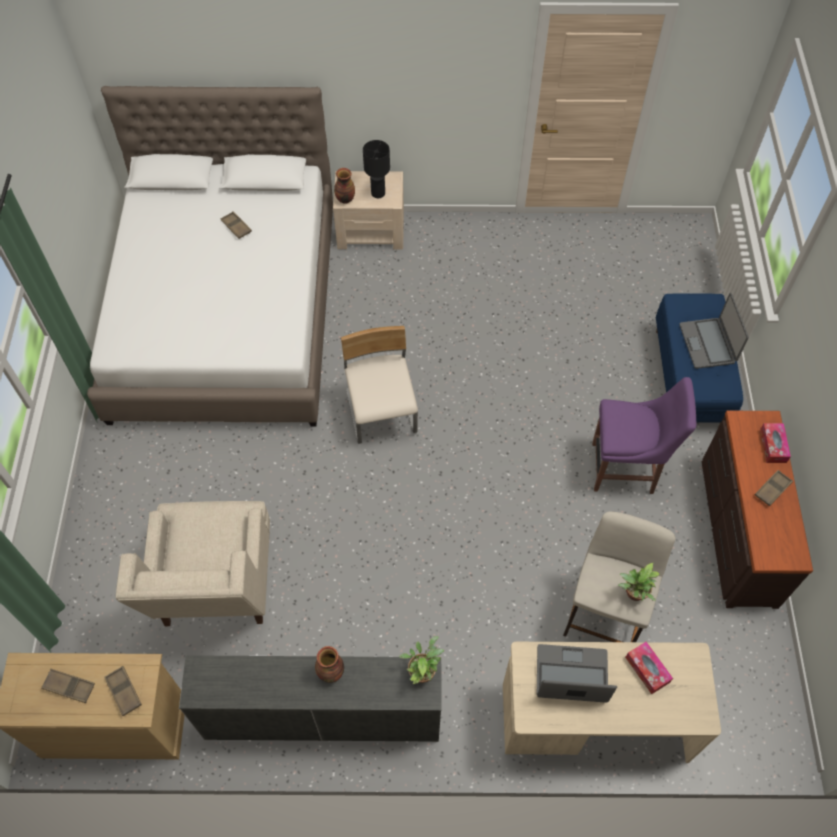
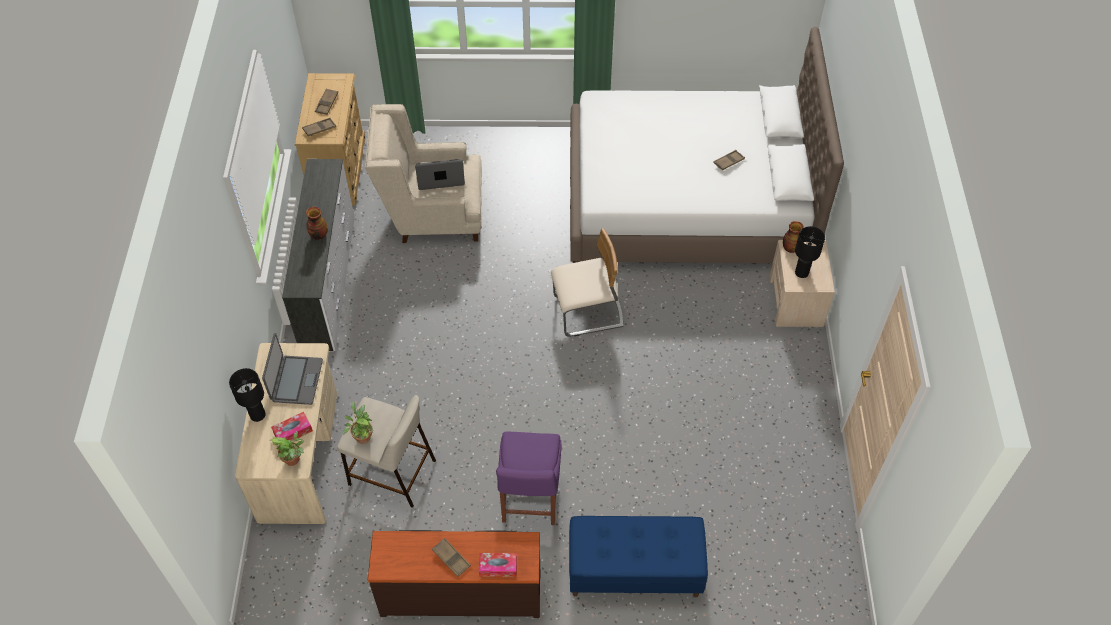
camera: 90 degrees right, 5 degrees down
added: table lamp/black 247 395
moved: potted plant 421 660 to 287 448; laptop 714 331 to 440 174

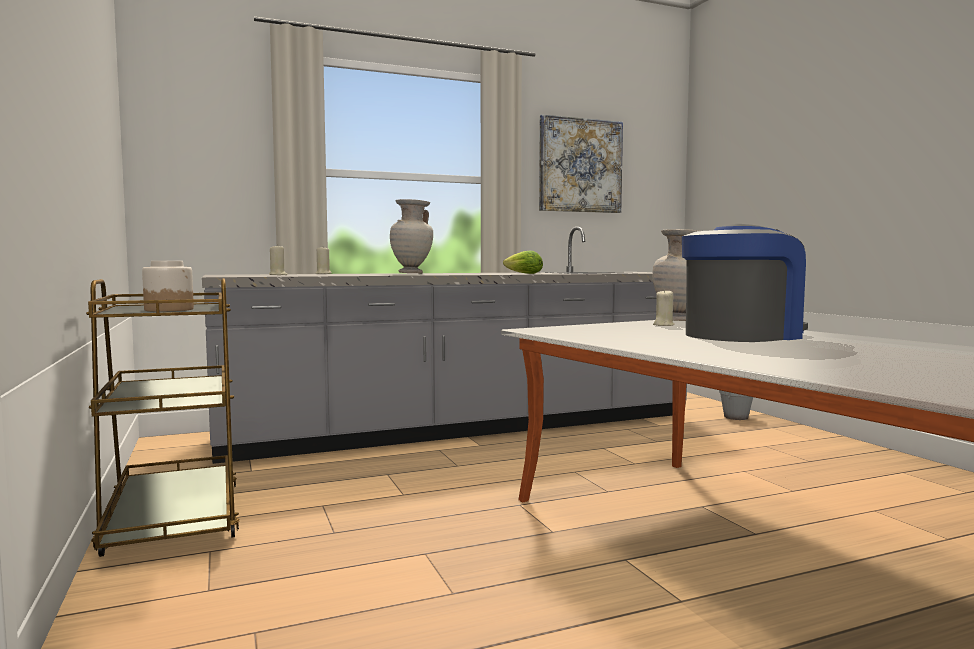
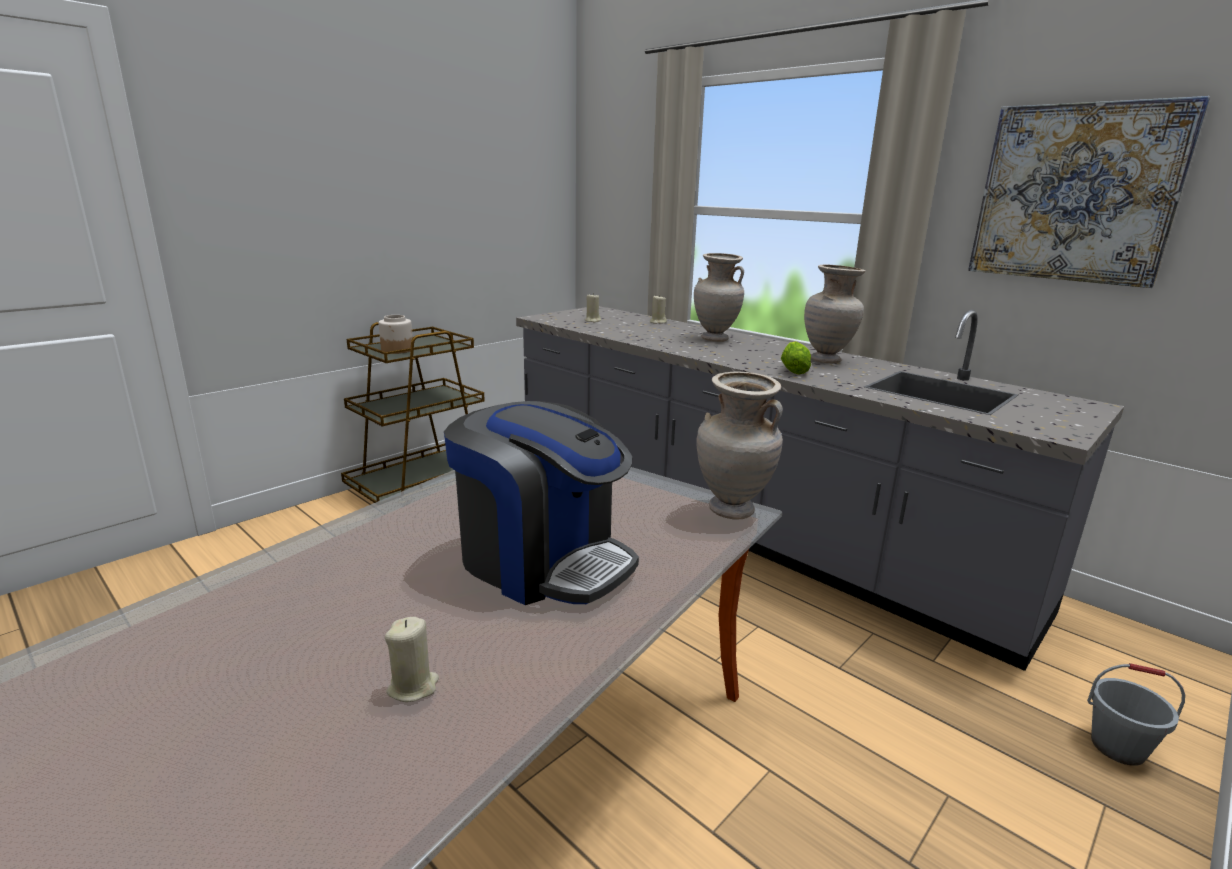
camera: 65 degrees right, 15 degrees up
added: vase/beige 835 314
moved: candle/beige 664 307 to 412 659

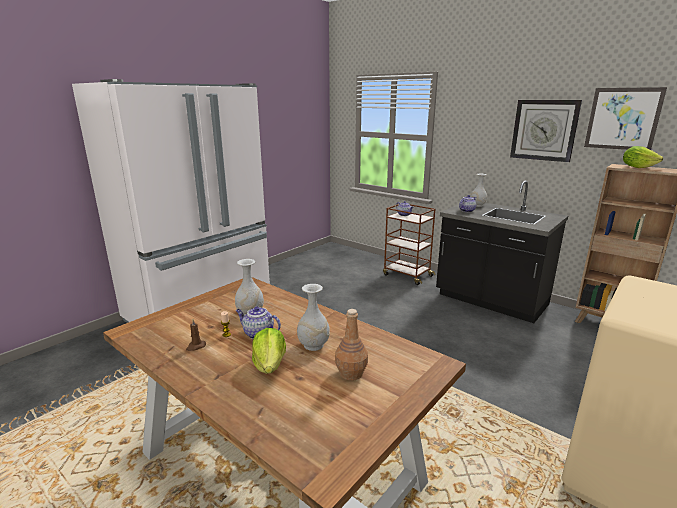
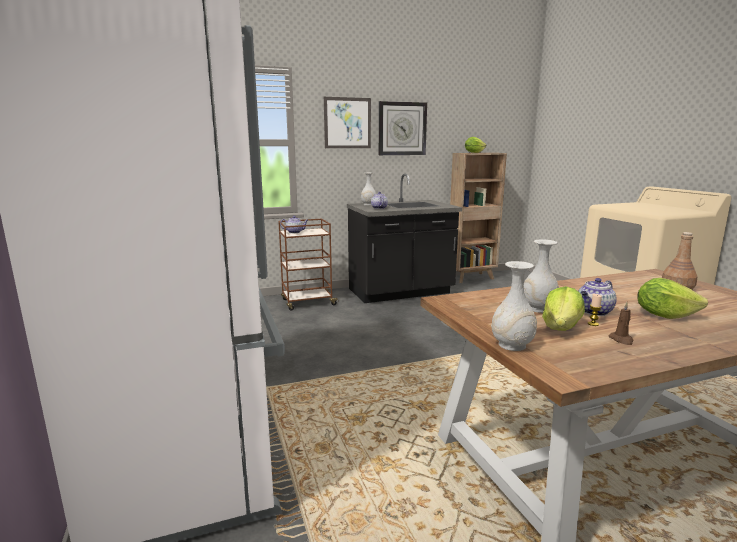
camera: 60 degrees left, 5 degrees down
added: lettuce 563 308
moved: vase/white 313 317 to 514 306; picture 625 118 to 347 122

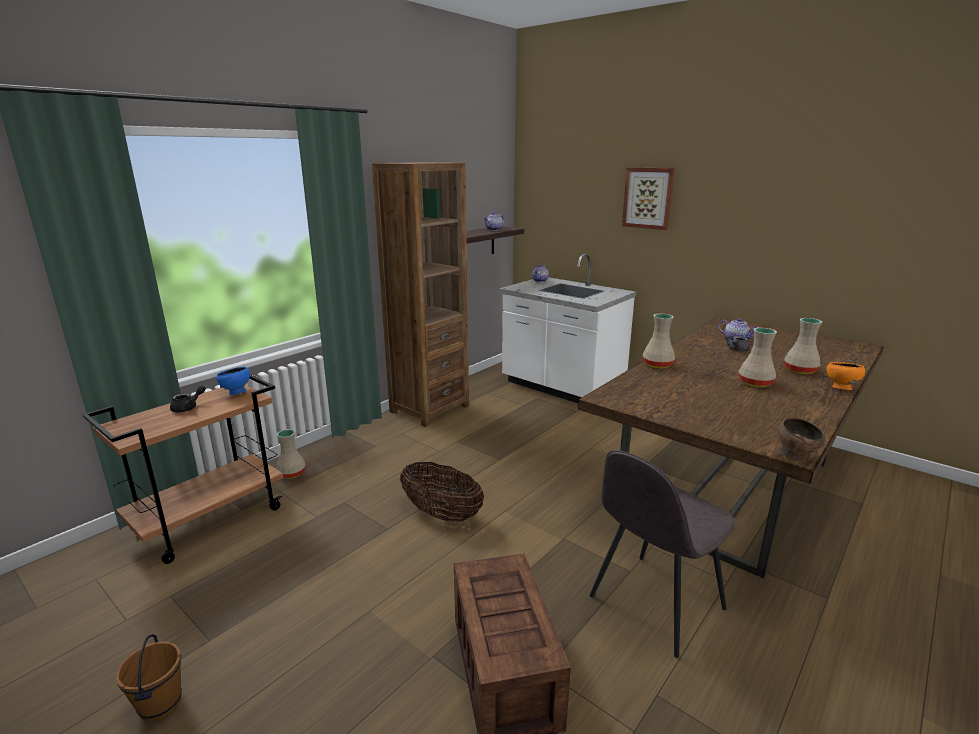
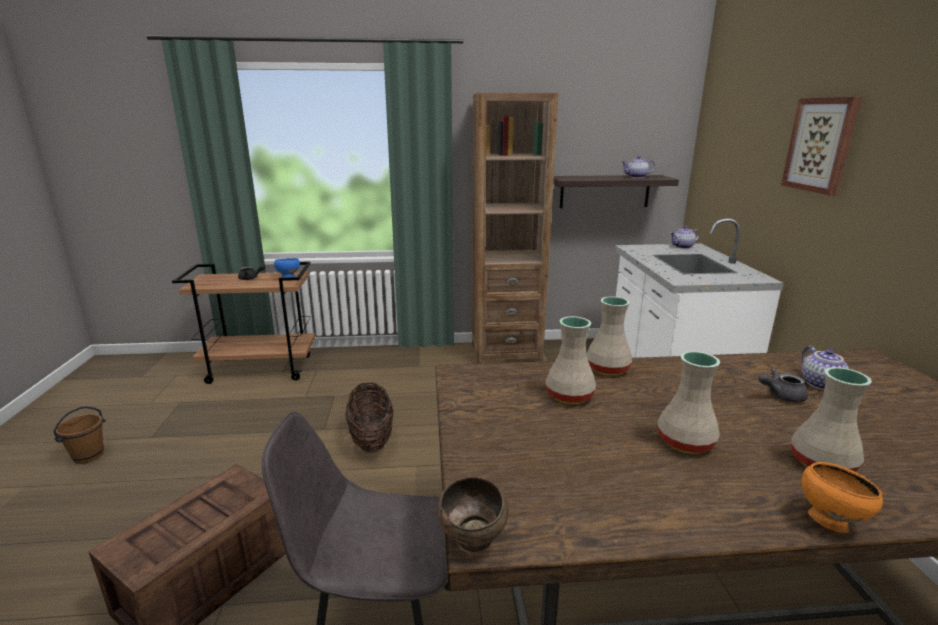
camera: 45 degrees right, 0 degrees up
moved: vase/beige 291 454 to 570 360

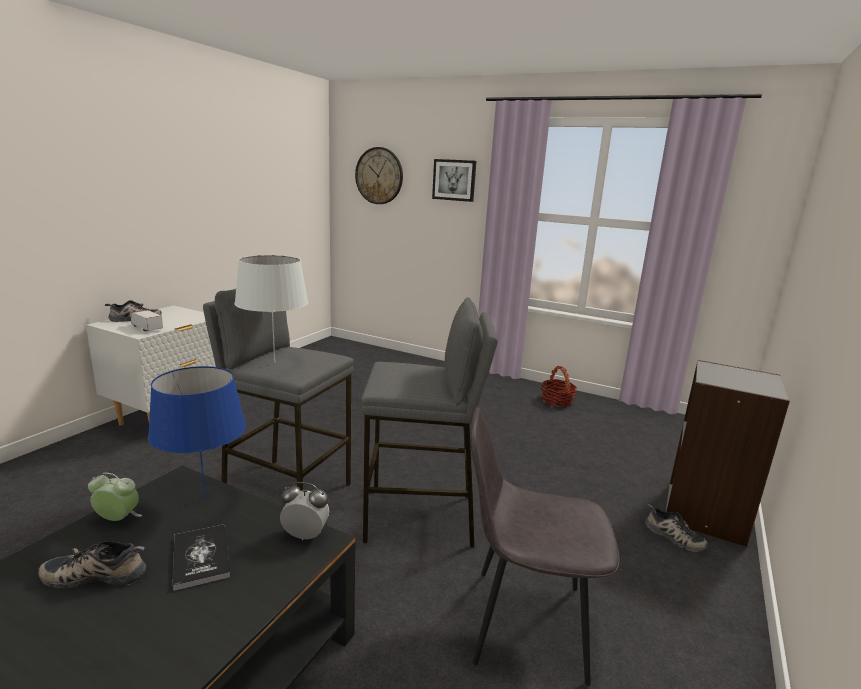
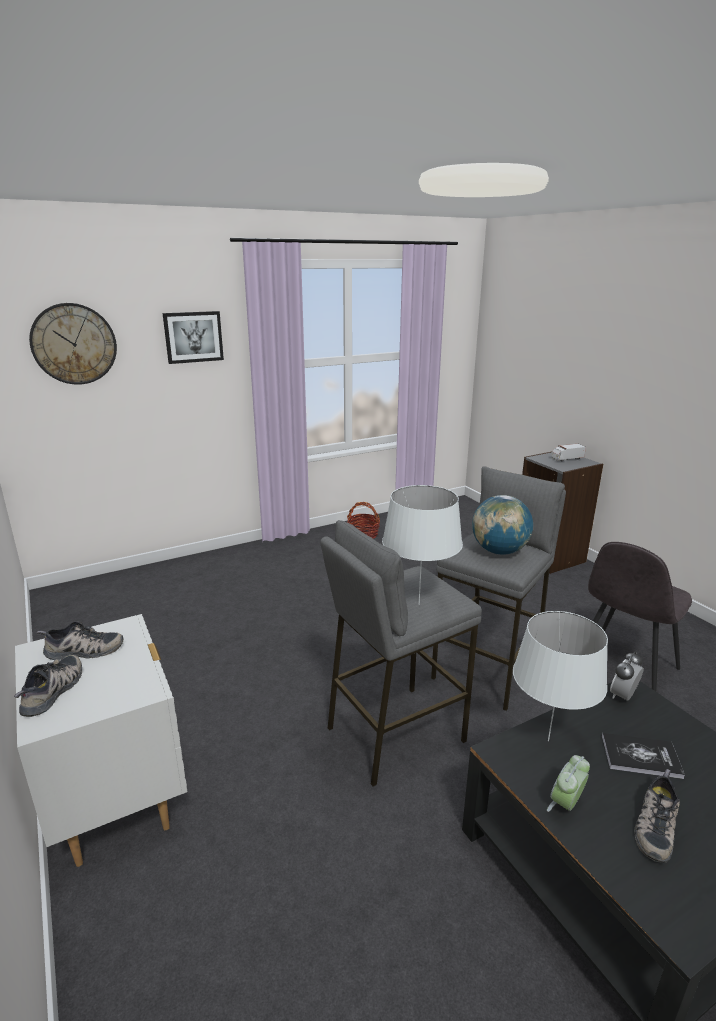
camera: 55 degrees left, 5 degrees up
added: globe 502 525
moved: toy truck 146 320 to 568 452; shoe 676 528 to 80 640
recoloured: table lamp/blue 197 433 to table lamp/white 560 676

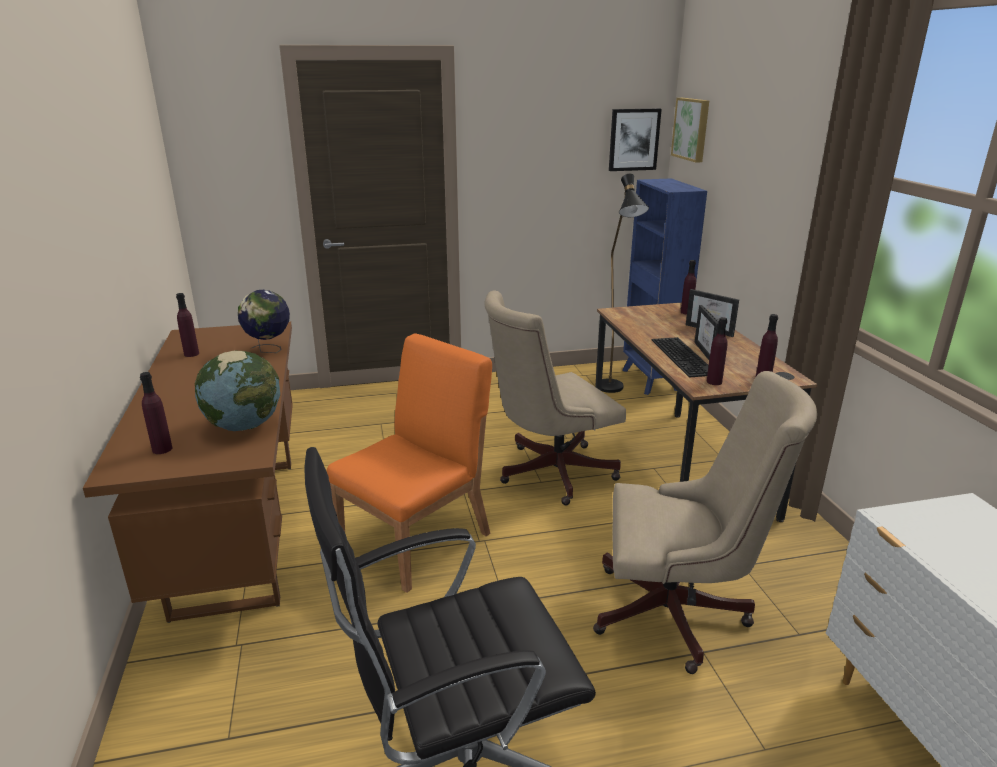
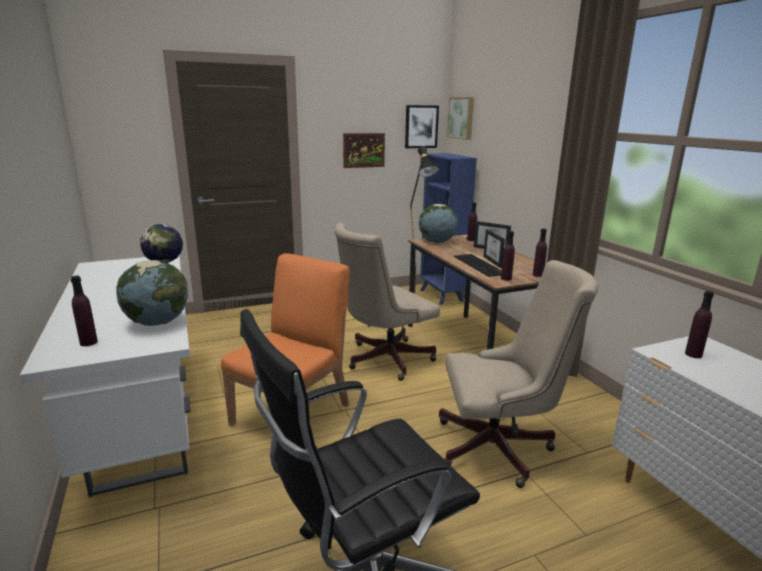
camera: 10 degrees left, 5 degrees down
added: picture 364 150; globe 438 223
moved: bottle/purple 187 325 to 699 324
recoloured: desk/brown 188 472 to desk/white 105 376

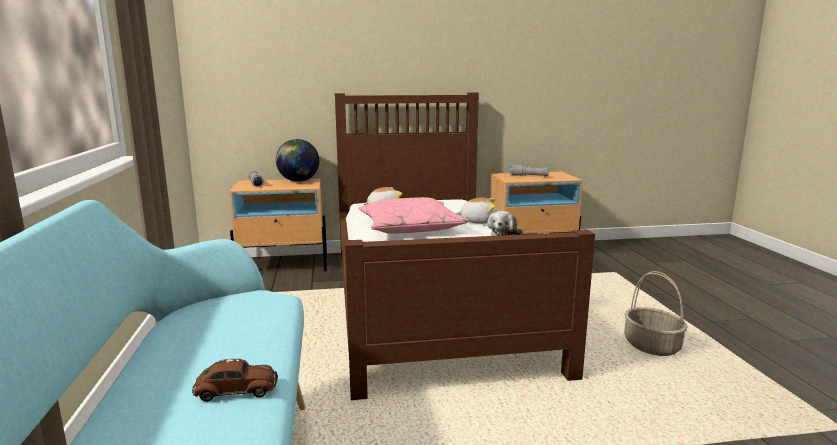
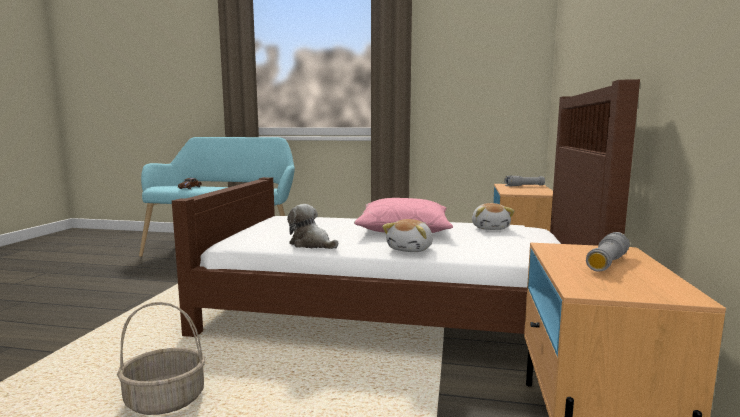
camera: 110 degrees right, 5 degrees down
removed: globe 297 160

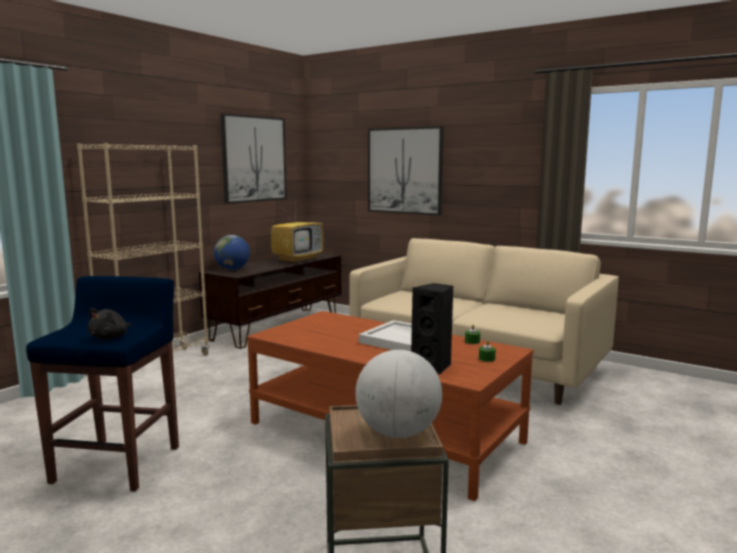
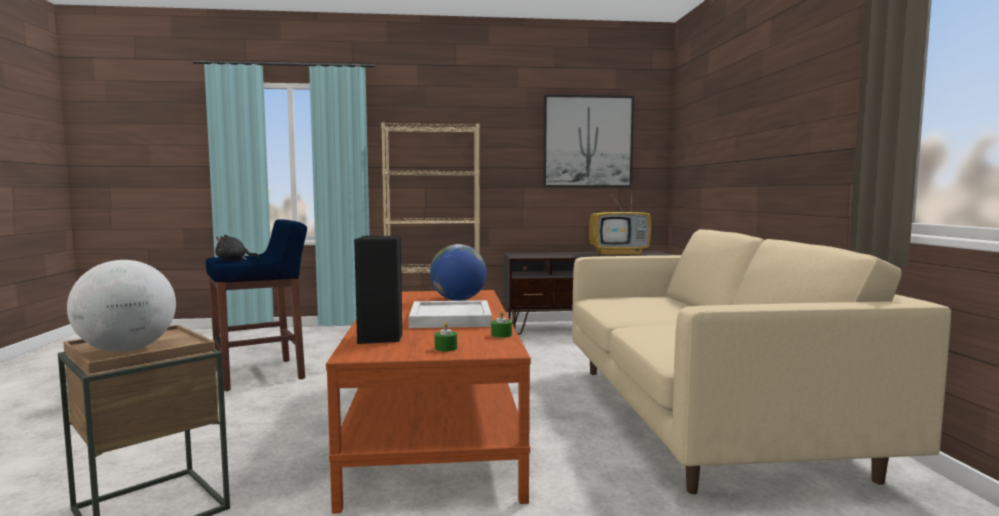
camera: 50 degrees right, 5 degrees down
removed: picture 406 171
moved: globe 232 252 to 458 272

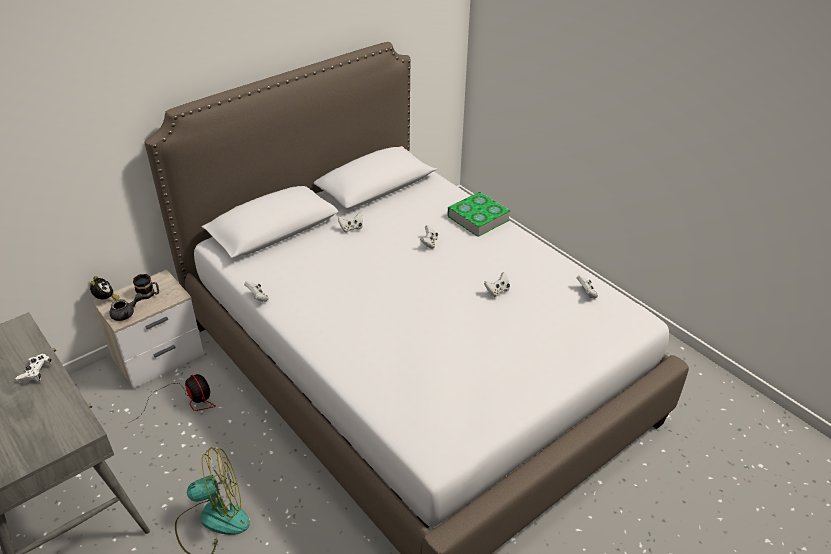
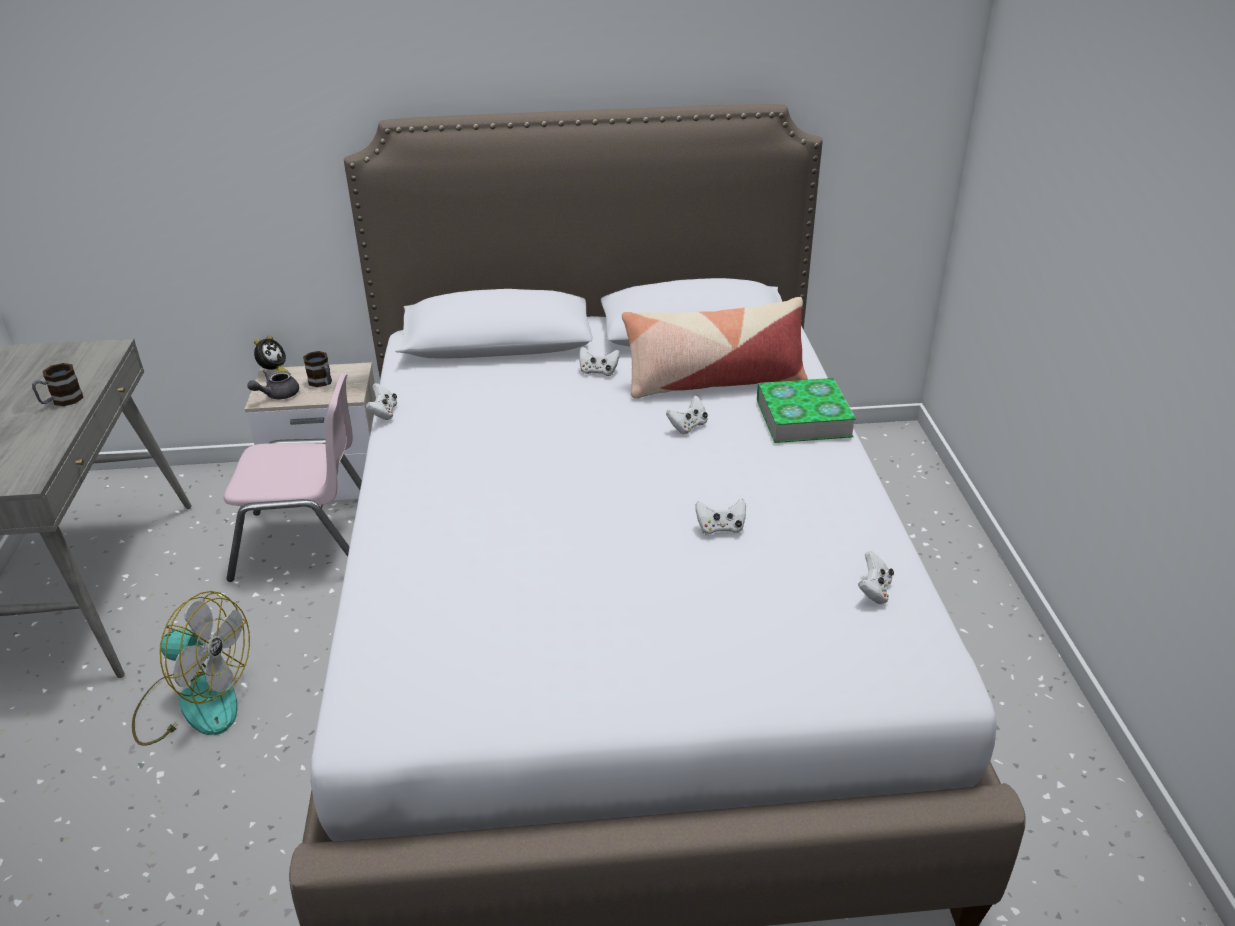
camera: 35 degrees right, 5 degrees down
added: pillow 715 348
replaced: game controller/white 34 368 to mug 57 384; fan 172 398 to chair/pink 293 477
turned: teapot/grey 126 307 = 273 384 135 degrees clockwise

